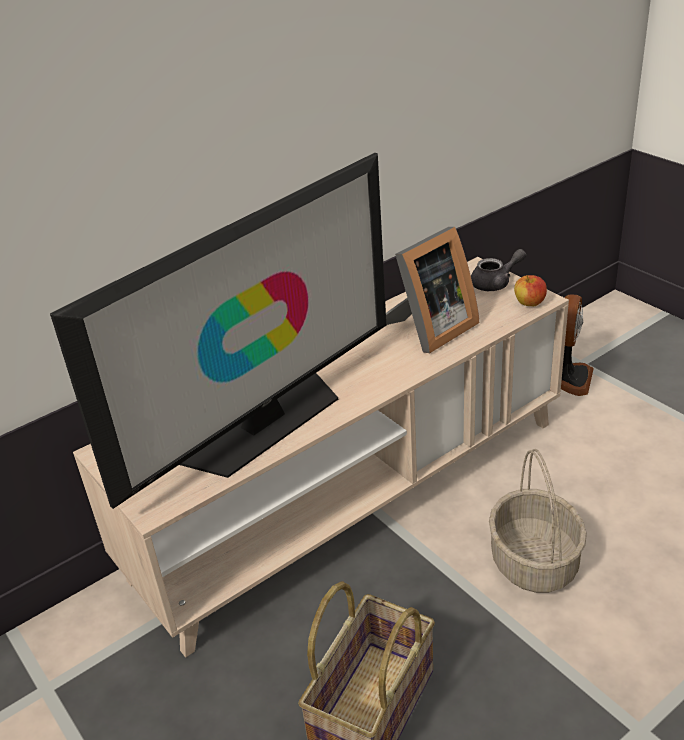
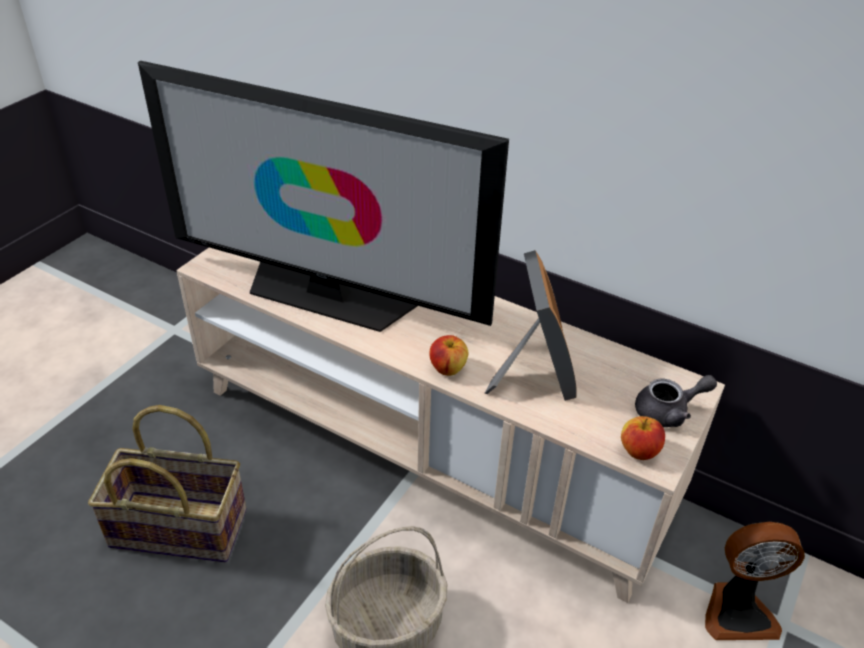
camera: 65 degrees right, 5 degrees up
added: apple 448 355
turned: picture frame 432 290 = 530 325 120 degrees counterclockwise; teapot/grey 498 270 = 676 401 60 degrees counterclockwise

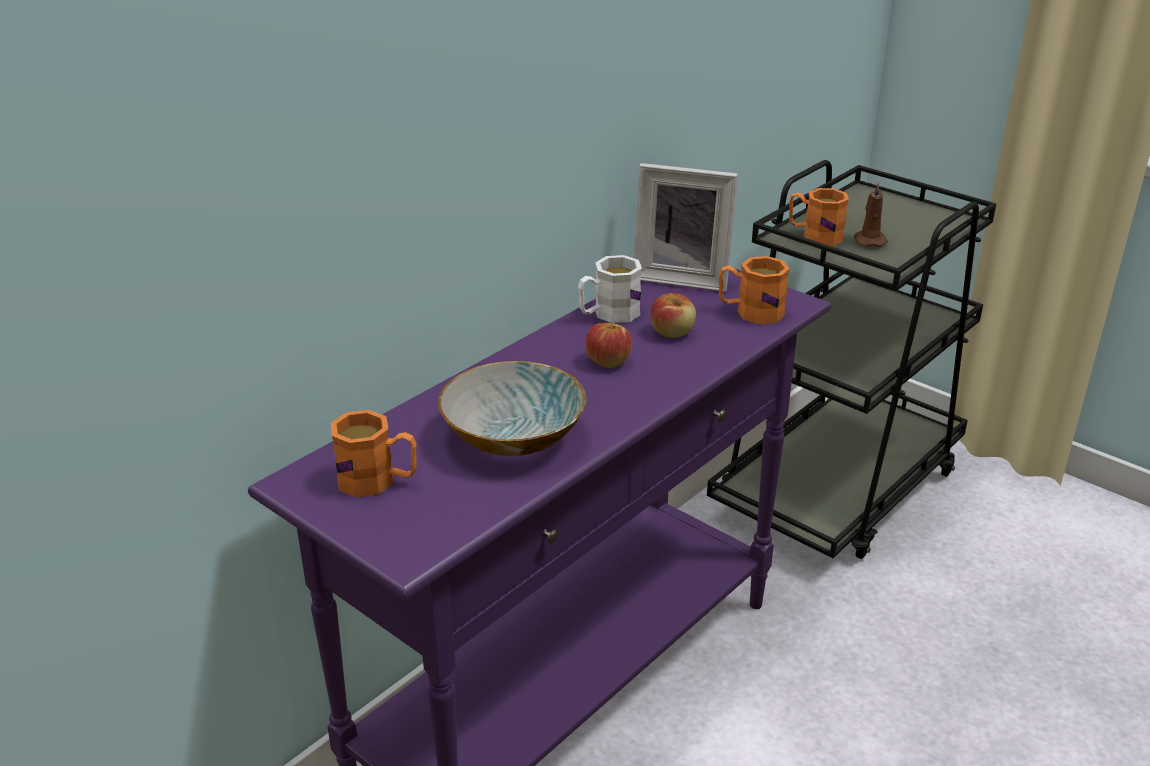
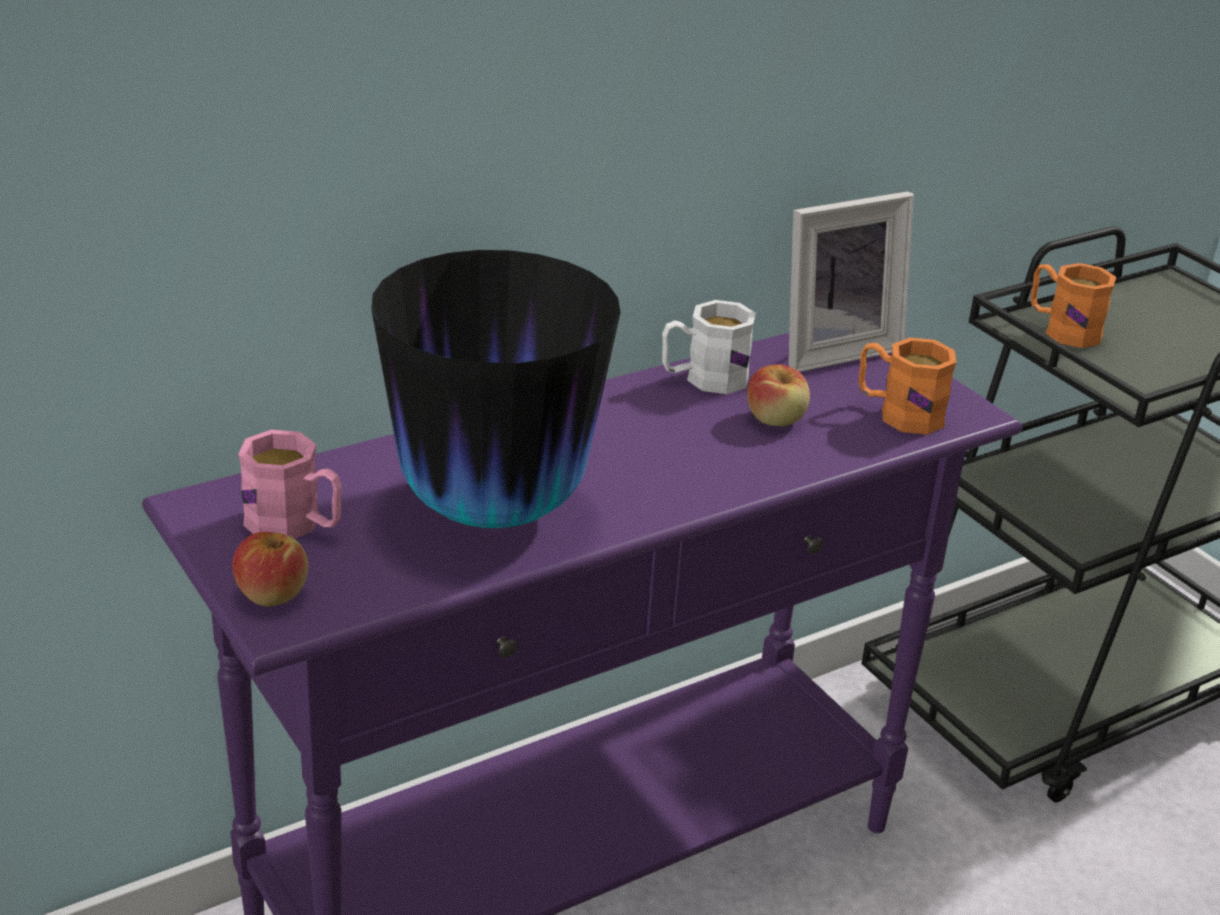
camera: 15 degrees right, 0 degrees up
removed: candle/brown 871 214
moved: apple 608 345 to 270 569
replaced: bowl 512 408 to vase 496 389
recoloured: mug/orange 374 453 to mug/pink 290 484
turned: picture frame 686 227 = 851 281 60 degrees counterclockwise

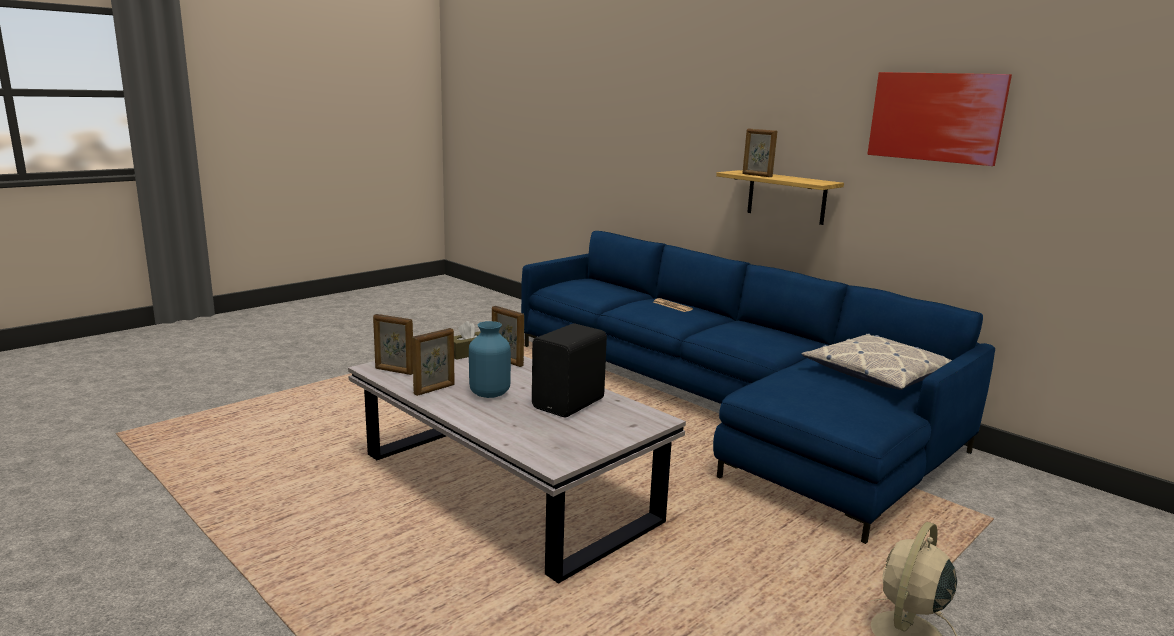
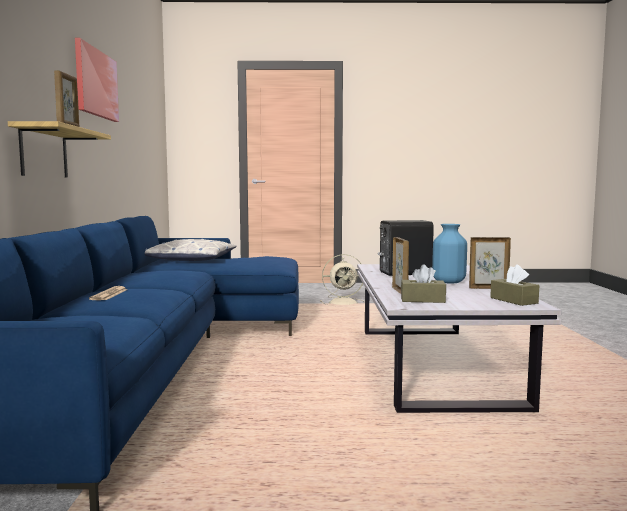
camera: 135 degrees left, 10 degrees down
replaced: picture frame 393 344 to tissue box/brown 514 285

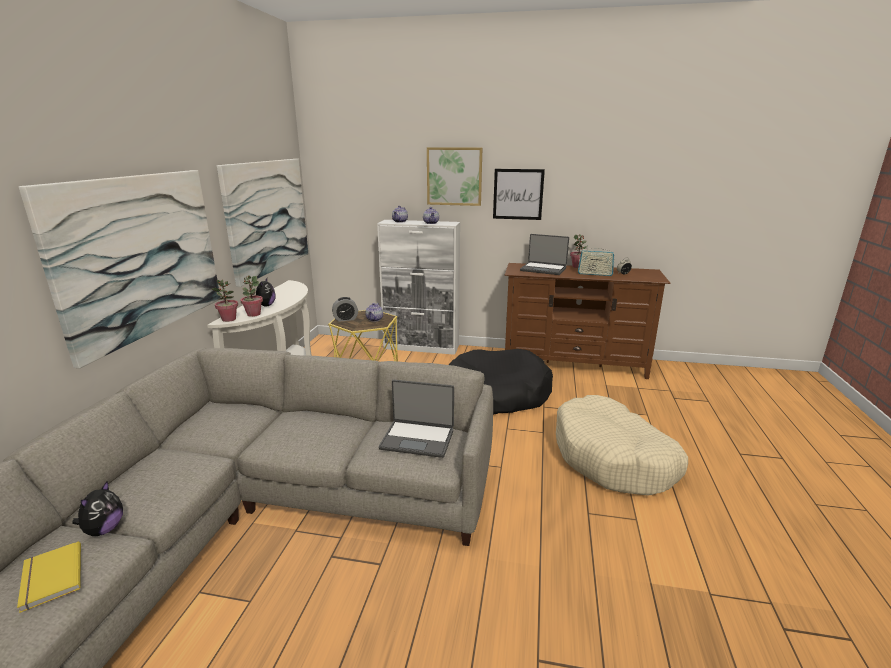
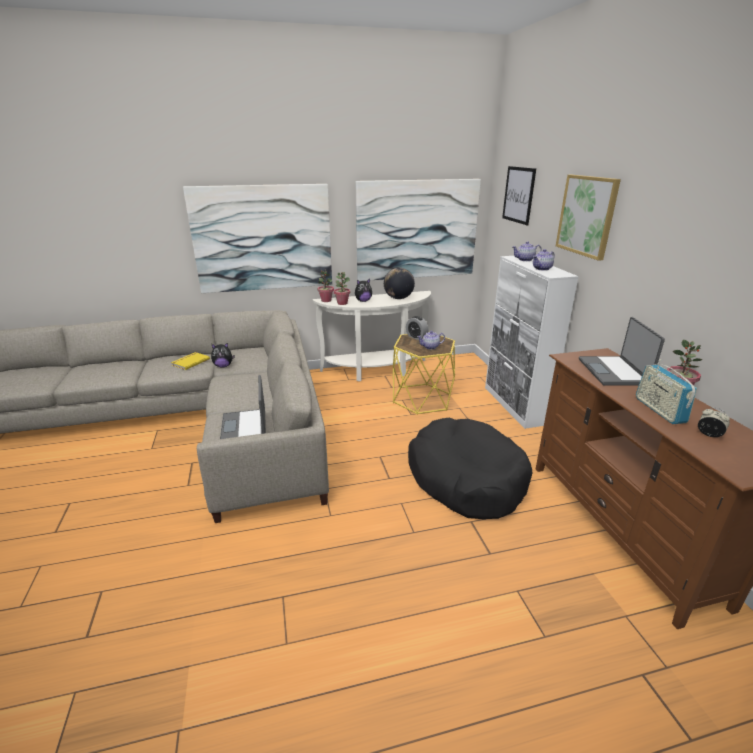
camera: 65 degrees right, 5 degrees up
removed: dog bed/beige 622 445
added: globe 399 283
moved: book/yellow 49 577 to 190 361; plush toy 97 508 to 223 355; picture 519 194 to 519 195

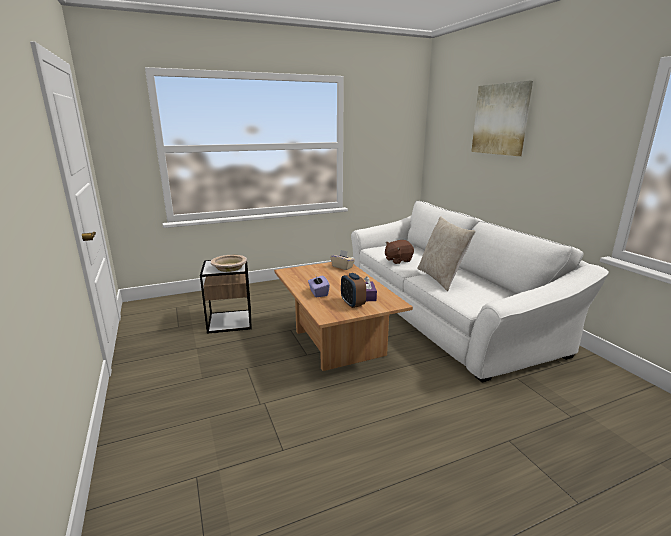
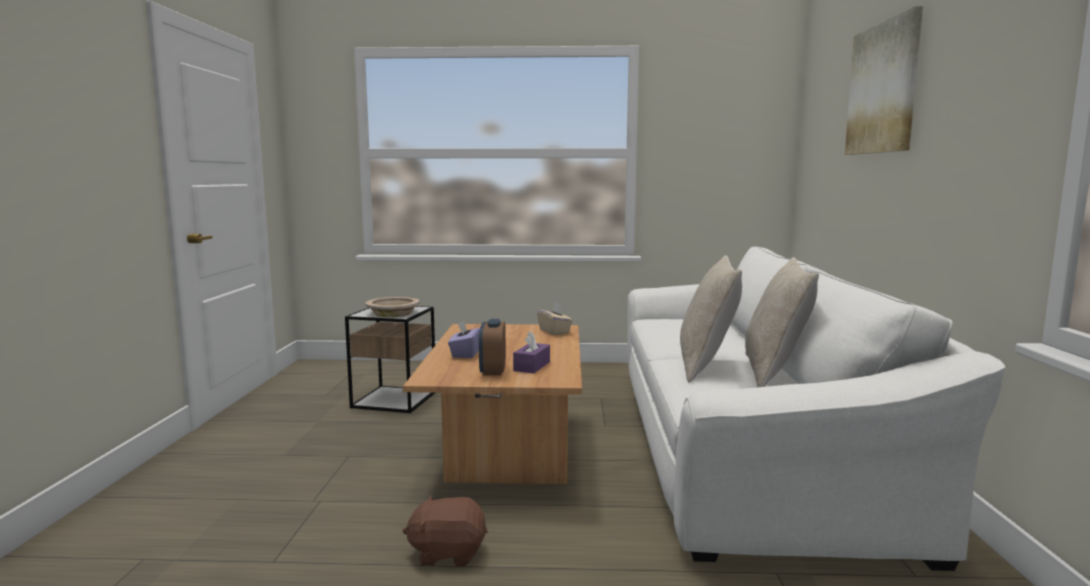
camera: 25 degrees right, 10 degrees down
added: pillow/beige 782 322
moved: plush toy/brown 399 252 to 445 531

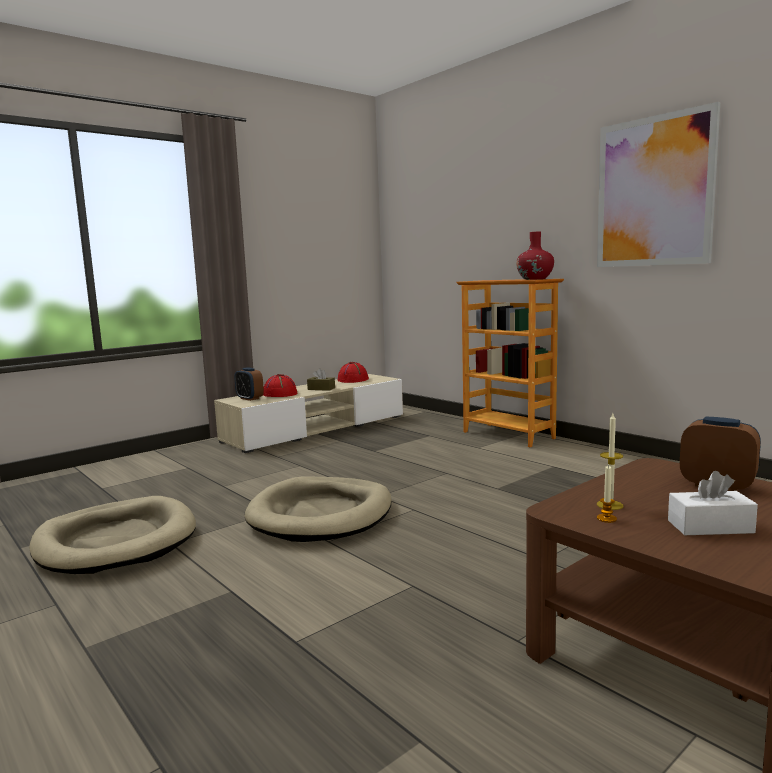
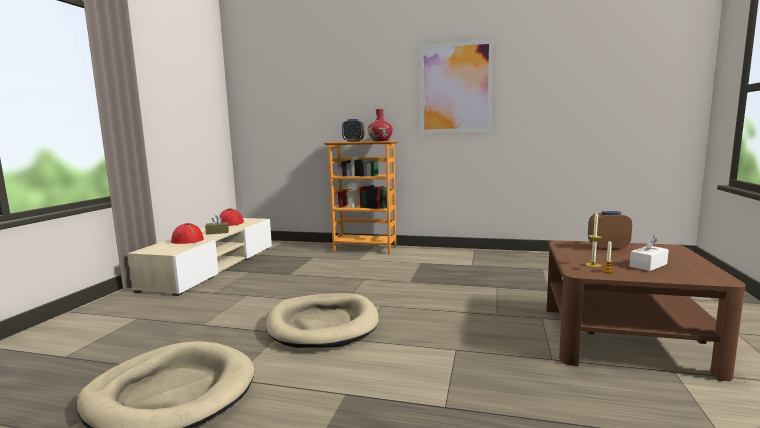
camera: 35 degrees left, 0 degrees up
moved: alarm clock 249 384 to 353 130

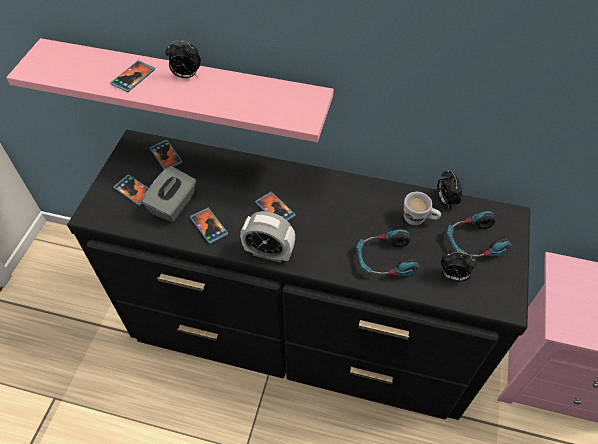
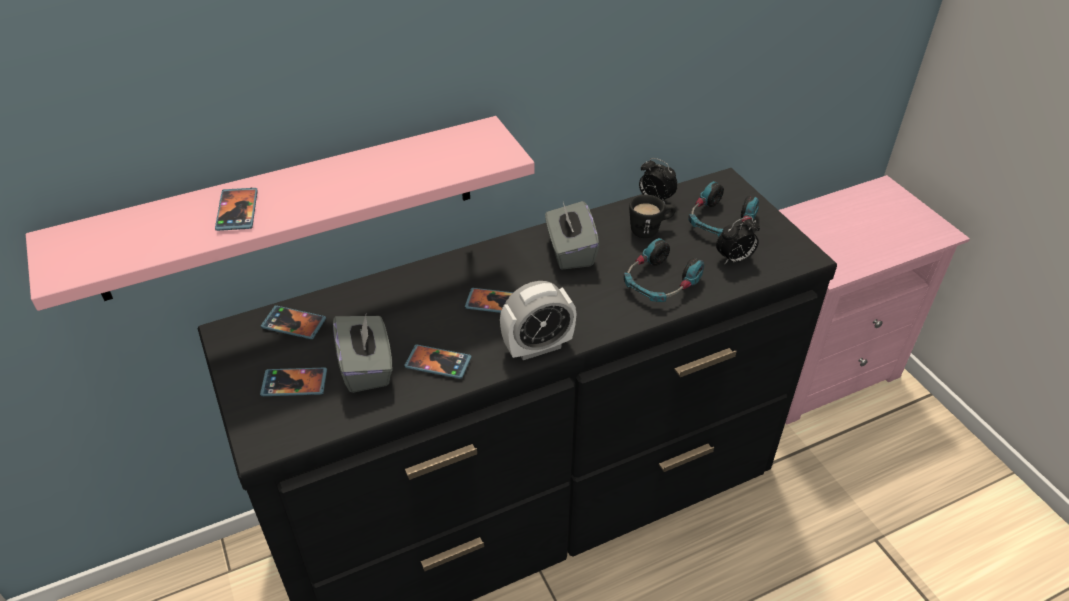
camera: 40 degrees left, 10 degrees down
removed: alarm clock 183 59
added: tissue box/grey 572 235
recoloured: mug/white 422 208 to mug/black 652 216

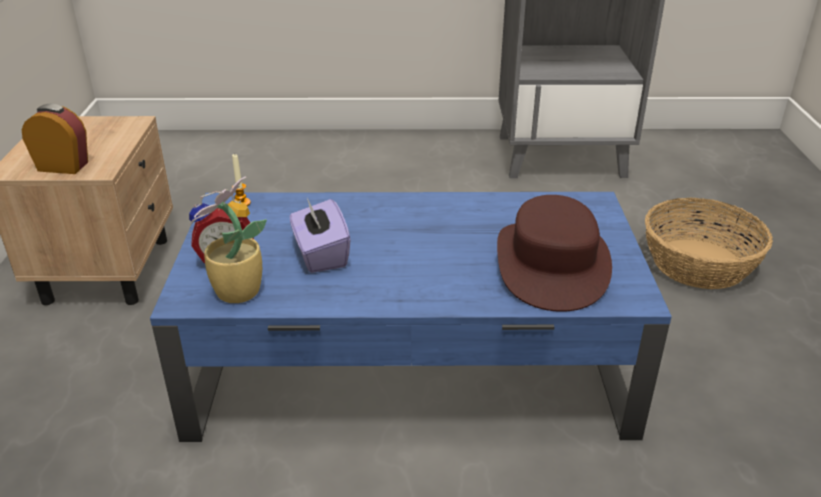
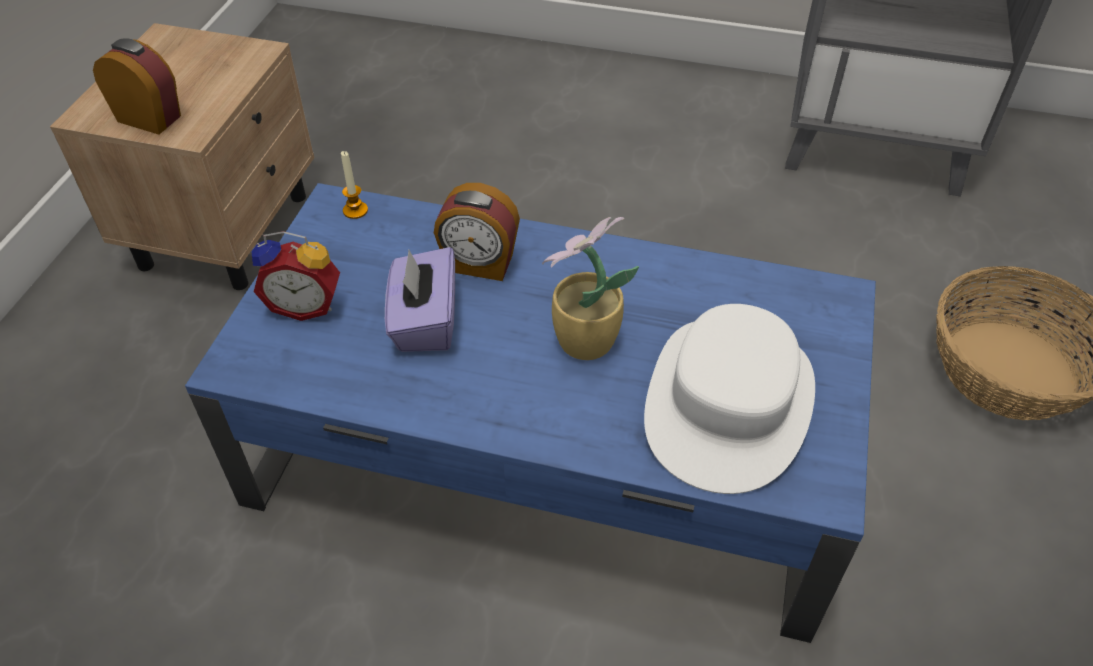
camera: 15 degrees right, 15 degrees up
added: alarm clock 477 232
moved: potted plant 228 239 to 590 288
recoloured: hat/brown 554 253 to hat/white 729 399

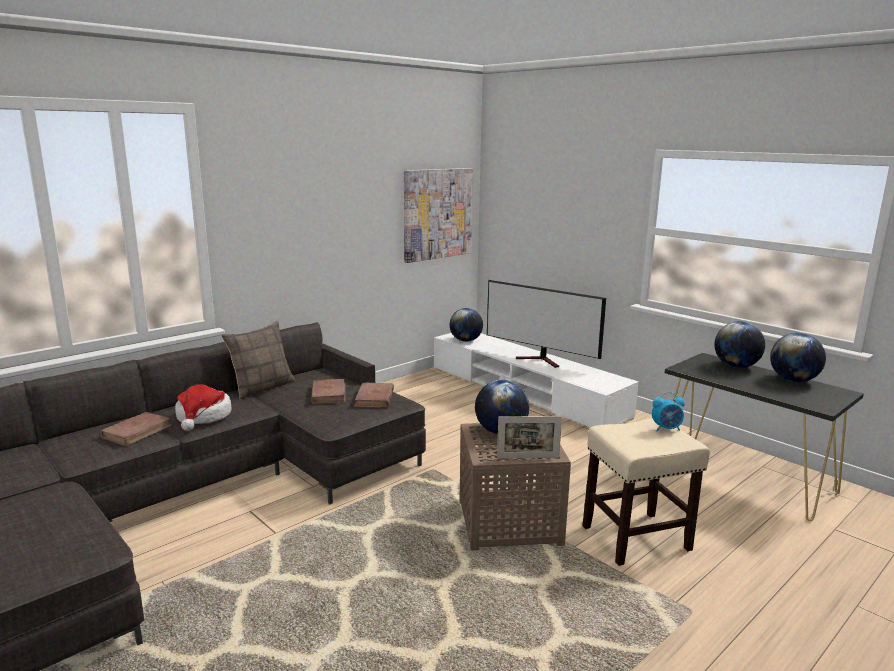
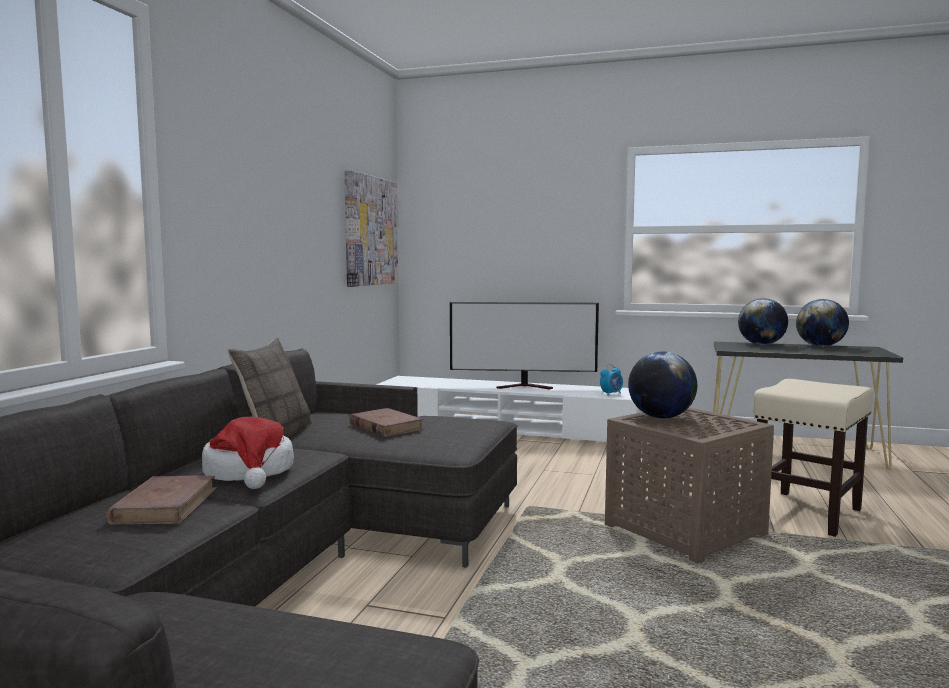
camera: 30 degrees left, 10 degrees down
removed: book/brown 374 395; globe 466 325; picture frame 529 437
moved: alarm clock 668 411 to 611 380

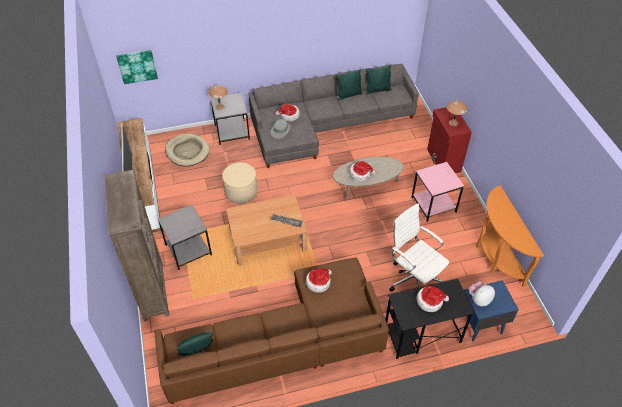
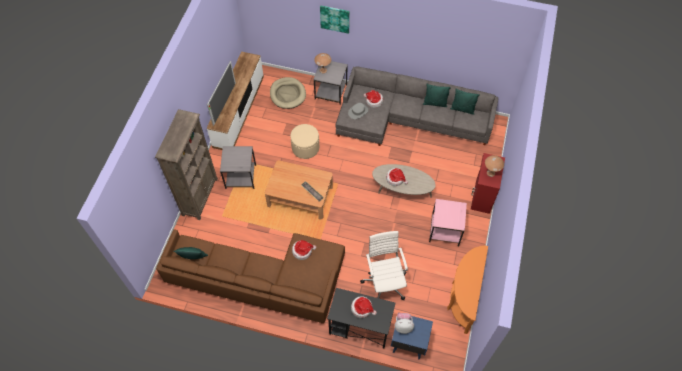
camera: 30 degrees right, 10 degrees up
moved: picture 137 67 to 335 19

